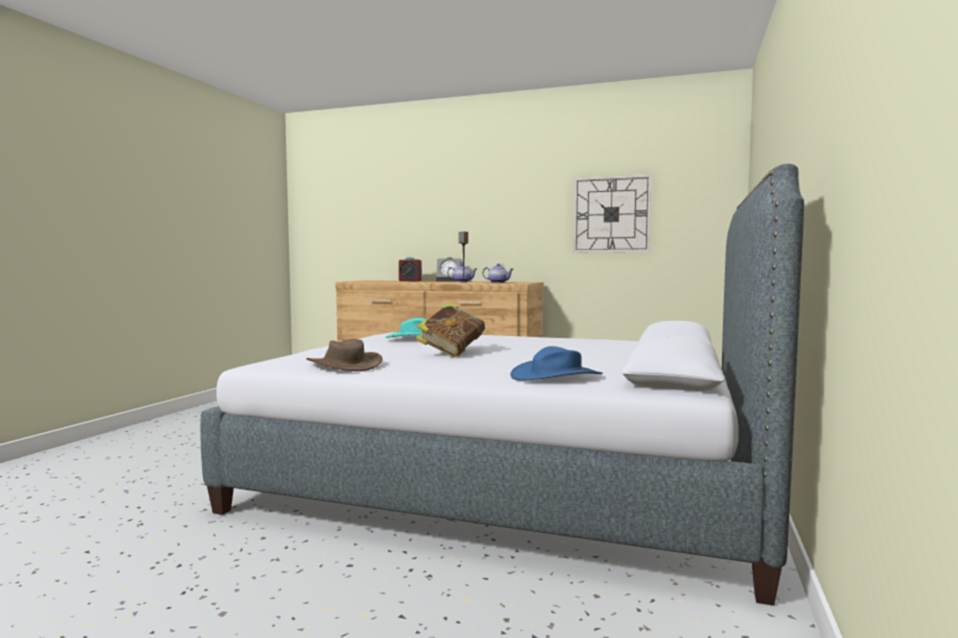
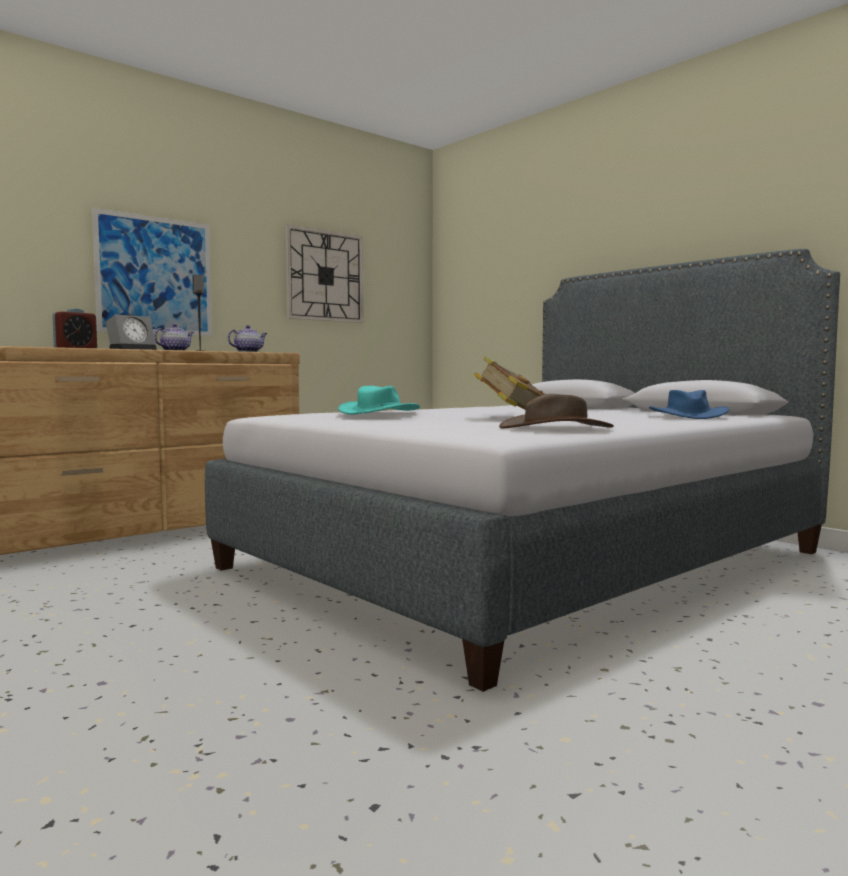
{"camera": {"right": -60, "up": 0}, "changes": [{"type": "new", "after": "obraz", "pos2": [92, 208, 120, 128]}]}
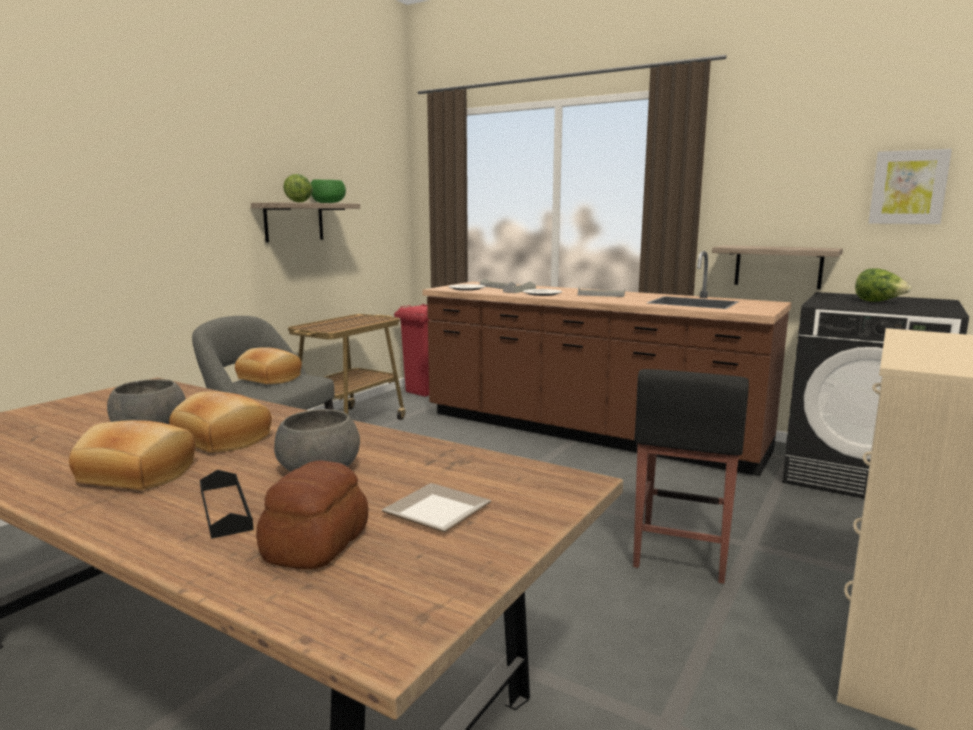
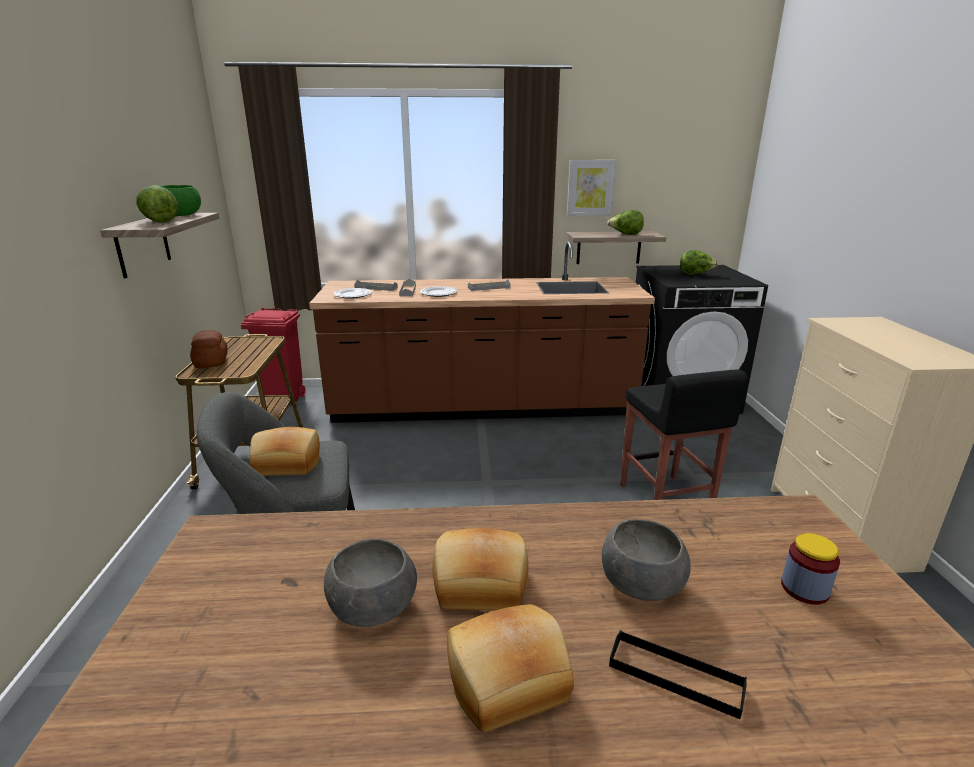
{"camera": {"right": -35, "up": 10}, "changes": [{"type": "shifted", "before": "chleb", "pos1": [256, 460, 112, 109], "pos2": [190, 330, 37, 38]}, {"type": "swapped", "before": "talerz", "after": "słoik", "pos1": [382, 483, 109, 49], "pos2": [781, 533, 59, 72]}, {"type": "shifted", "before": "obraz", "pos1": [869, 149, 83, 75], "pos2": [567, 160, 49, 56]}, {"type": "new", "after": "sałata", "pos2": [607, 210, 37, 25]}]}
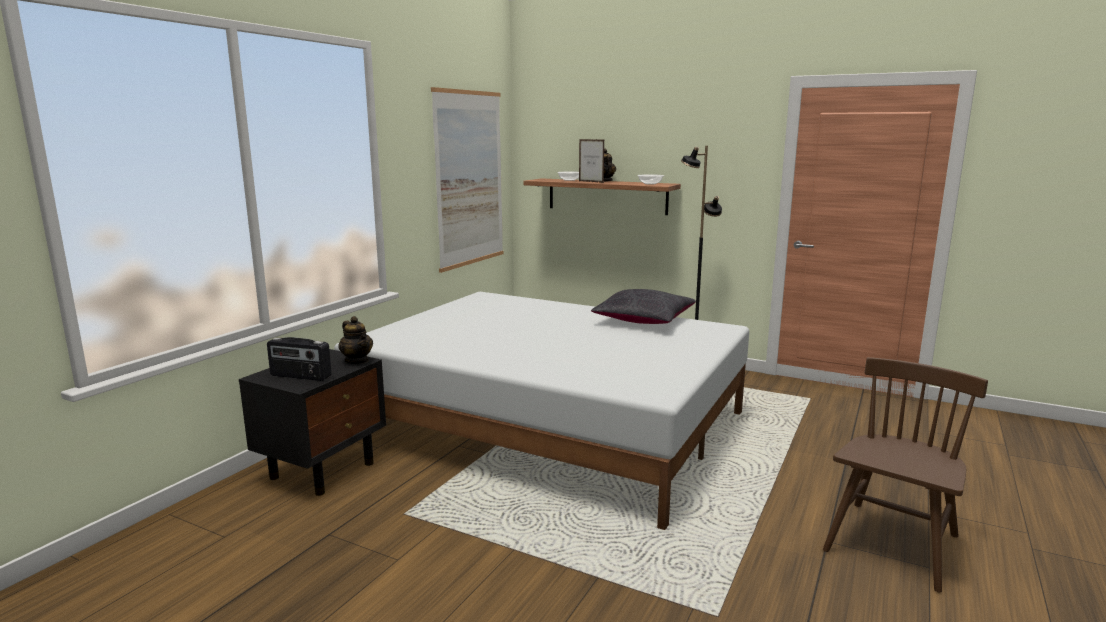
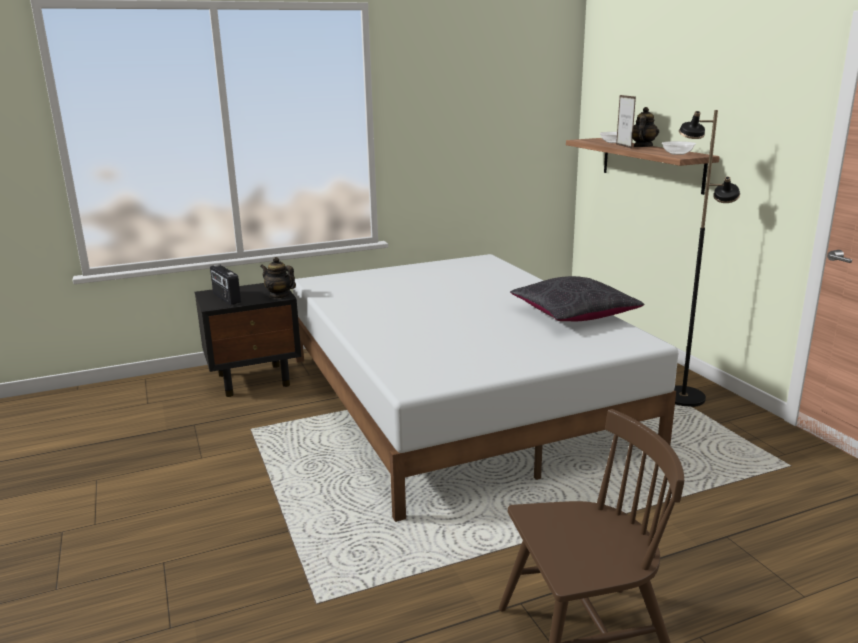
{"camera": {"right": 40, "up": 5}, "changes": [{"type": "rotated", "before": "imbryk", "pos1": [338, 316, 35, 48], "pos2": [260, 257, 36, 42], "turn": 120}, {"type": "gone", "before": "obraz", "pos1": [431, 87, 73, 186]}]}
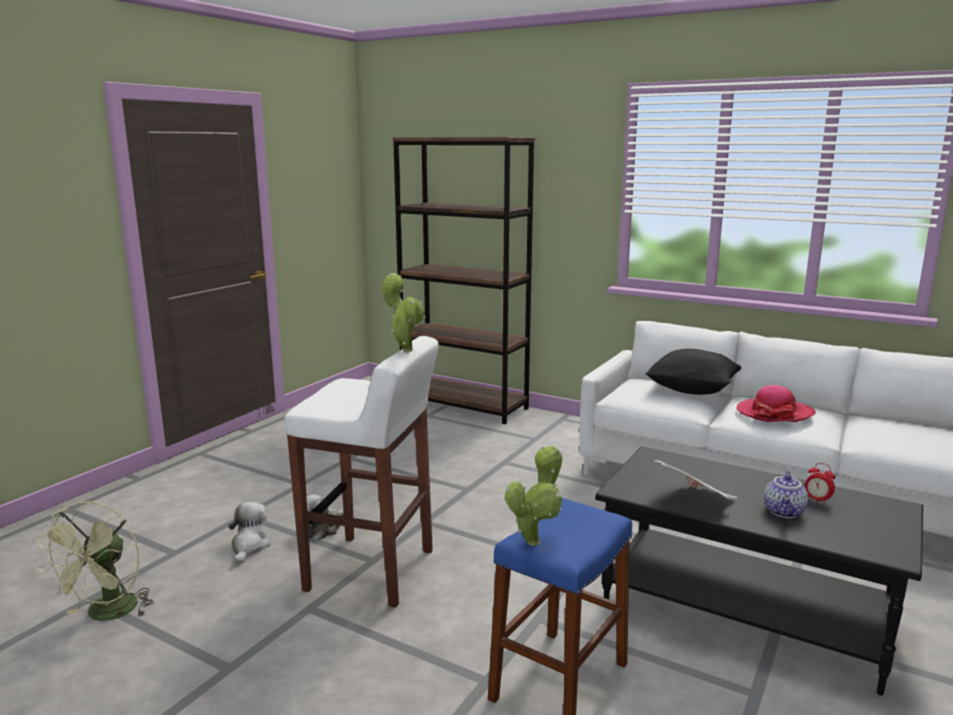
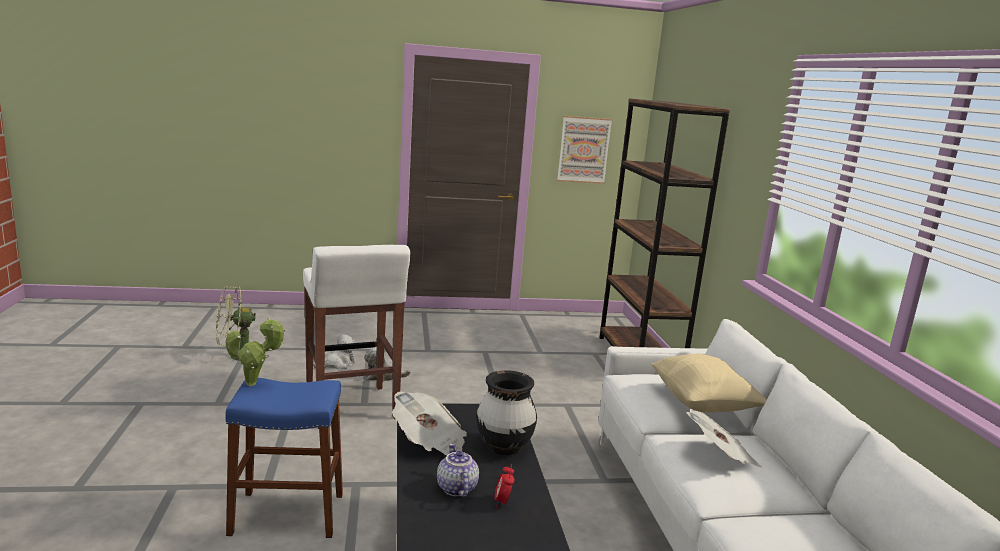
{"camera": {"right": 50, "up": 0}, "changes": [{"type": "gone", "before": "roślina doniczkowa", "pos1": [382, 273, 44, 79]}, {"type": "repainted", "before": "poduszka (czarny)", "after": "poduszka (beżowy)", "pos1": [646, 349, 95, 46], "pos2": [651, 354, 116, 59]}, {"type": "swapped", "before": "kapelusz", "after": "gazeta", "pos1": [737, 385, 79, 37], "pos2": [686, 410, 76, 57]}, {"type": "rotated", "before": "imbryk", "pos1": [764, 471, 44, 47], "pos2": [437, 443, 42, 54], "turn": 90}, {"type": "new", "after": "wazon (czarny)", "pos2": [477, 370, 60, 85]}, {"type": "new", "after": "obraz", "pos2": [557, 116, 55, 68]}]}
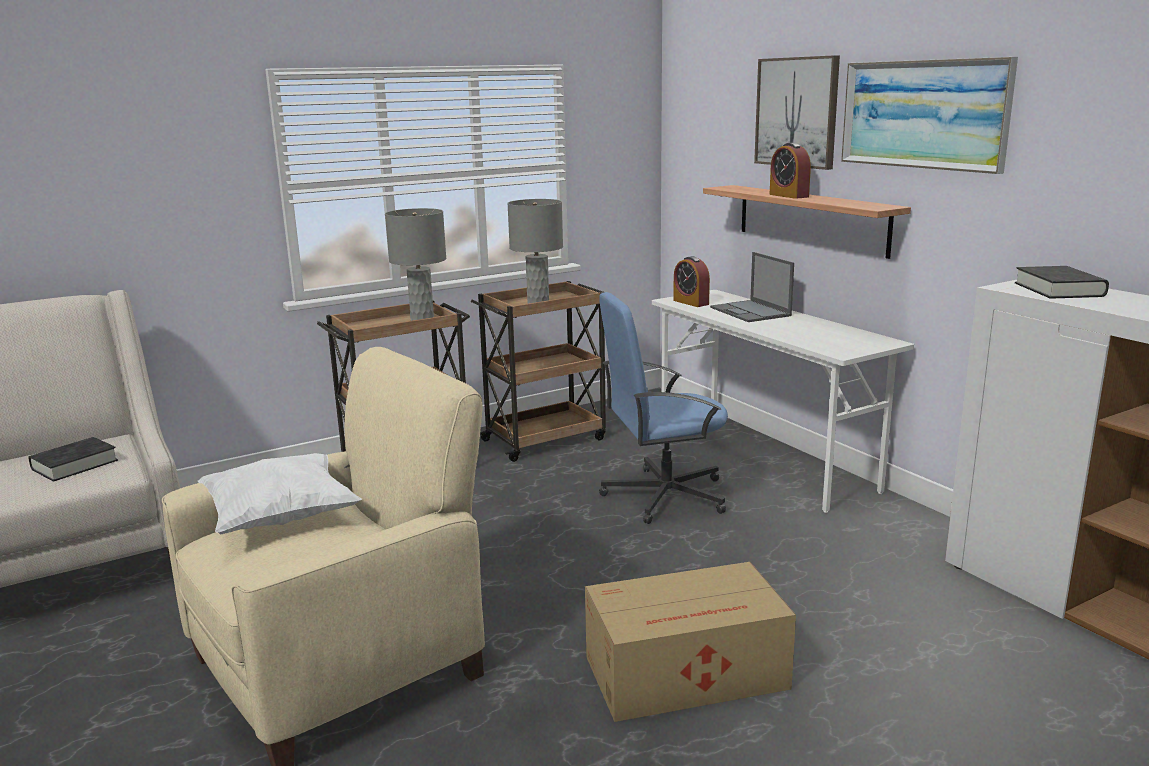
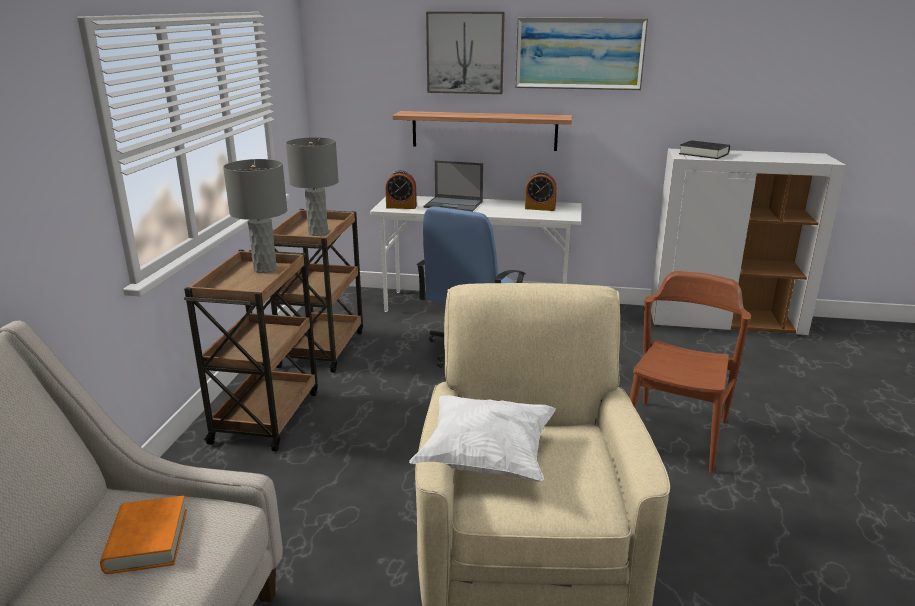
{"camera": {"right": -50, "up": 5}, "changes": [{"type": "repainted", "before": "książka (czarny)", "after": "książka (pomarańczowy)", "pos1": [28, 437, 90, 45], "pos2": [100, 496, 87, 78]}, {"type": "swapped", "before": "karton", "after": "krzesło (brązowy)", "pos1": [585, 562, 211, 160], "pos2": [630, 271, 121, 202]}, {"type": "shifted", "before": "budzik", "pos1": [770, 143, 41, 56], "pos2": [525, 172, 32, 39]}]}
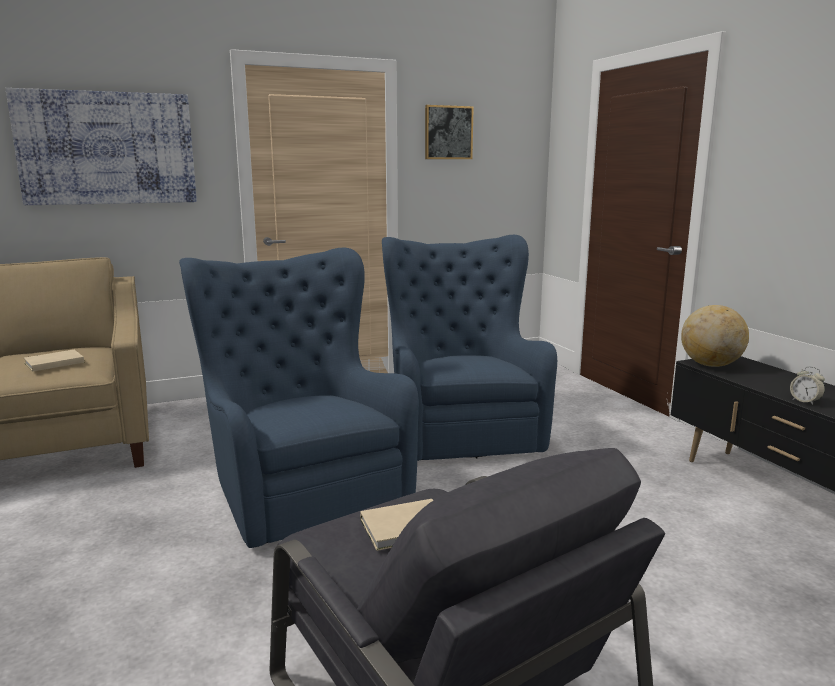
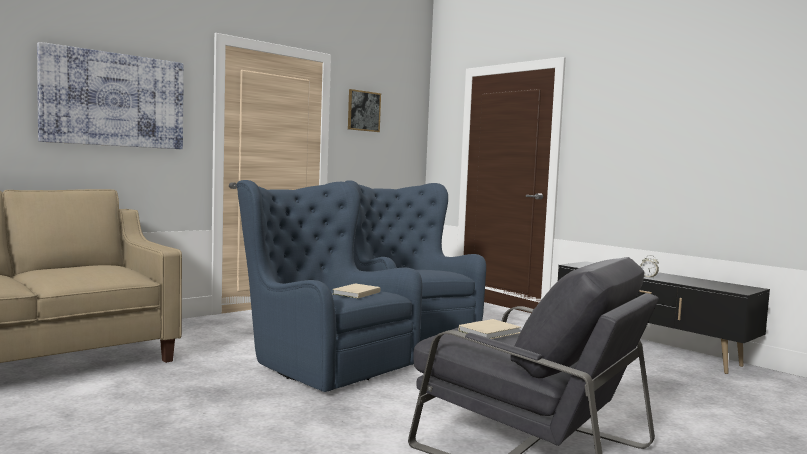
{"camera": {"right": -20, "up": -10}, "changes": [{"type": "shifted", "before": "książka (beżowy)", "pos1": [24, 350, 60, 22], "pos2": [332, 283, 48, 15]}, {"type": "gone", "before": "globus", "pos1": [681, 305, 68, 62]}]}
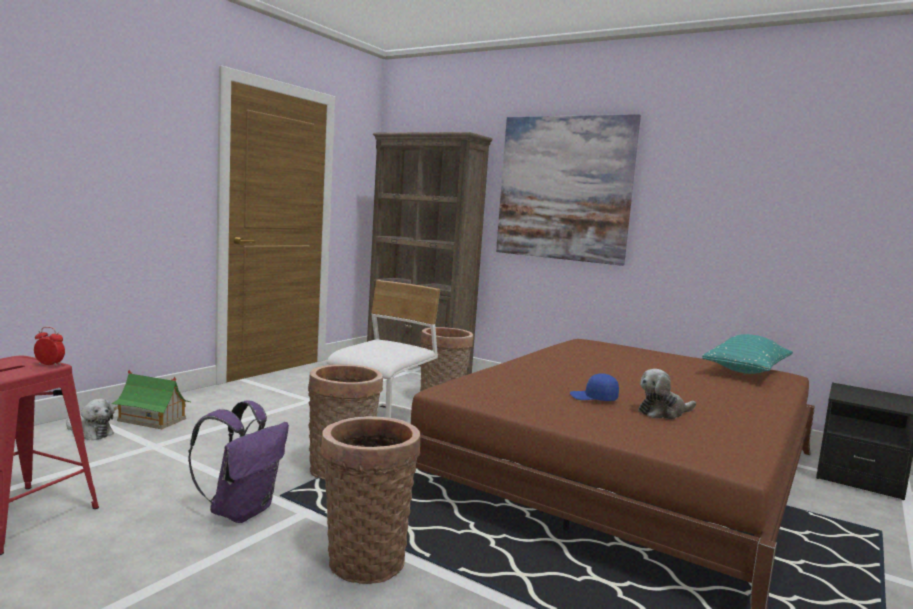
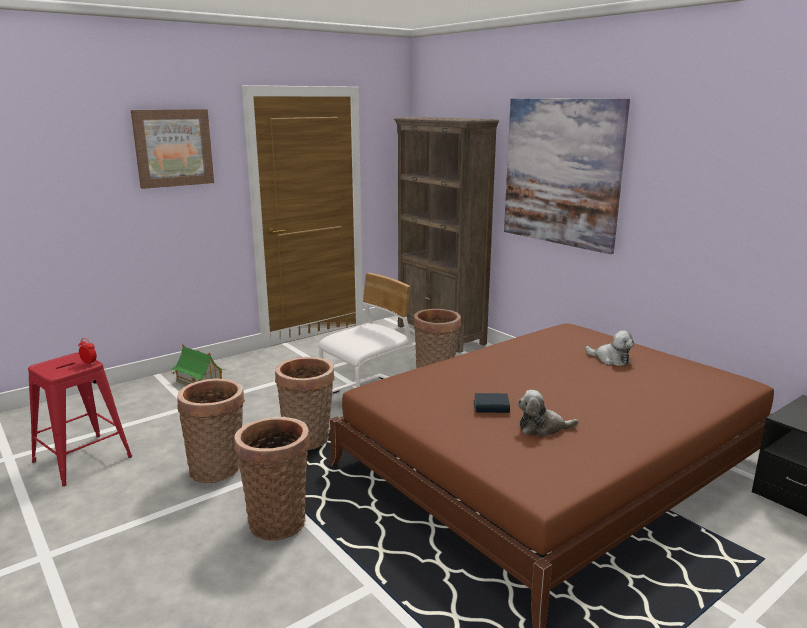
{"camera": {"right": 20, "up": 10}, "changes": [{"type": "shifted", "before": "pluszak", "pos1": [66, 398, 49, 42], "pos2": [585, 331, 49, 35]}, {"type": "swapped", "before": "plecak (fioletowy)", "after": "koszyk", "pos1": [188, 400, 101, 123], "pos2": [177, 379, 68, 104]}, {"type": "swapped", "before": "czapka z daszkiem (niebieski)", "after": "książka", "pos1": [570, 373, 49, 28], "pos2": [474, 393, 36, 20]}, {"type": "gone", "before": "poduszka (turkusowy)", "pos1": [702, 334, 91, 40]}, {"type": "new", "after": "obraz", "pos2": [131, 109, 83, 80]}]}
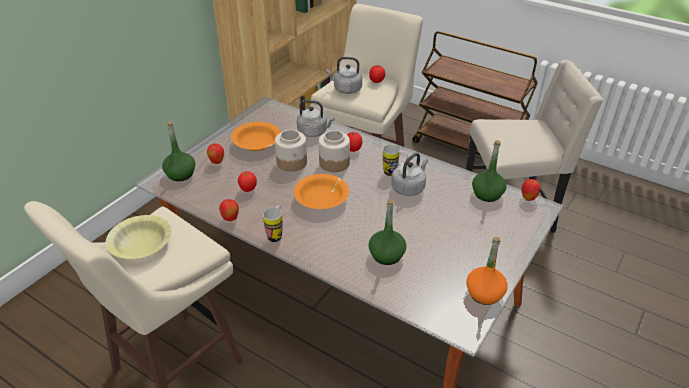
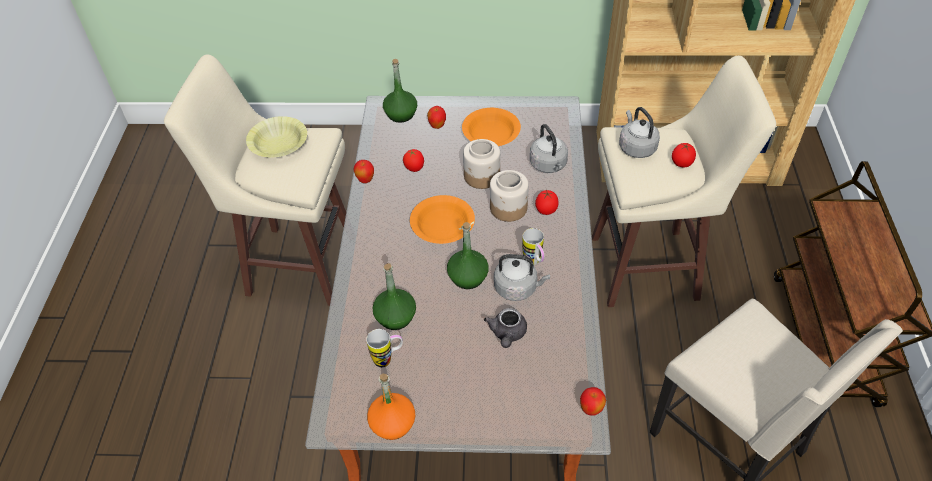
{"camera": {"right": 60, "up": 10}, "changes": [{"type": "shifted", "before": "kubek", "pos1": [263, 206, 20, 36], "pos2": [366, 329, 37, 39]}, {"type": "shifted", "before": "butelka (zielony)", "pos1": [472, 140, 35, 62], "pos2": [447, 222, 42, 67]}, {"type": "new", "after": "imbryk (szary)", "pos2": [484, 308, 43, 40]}]}
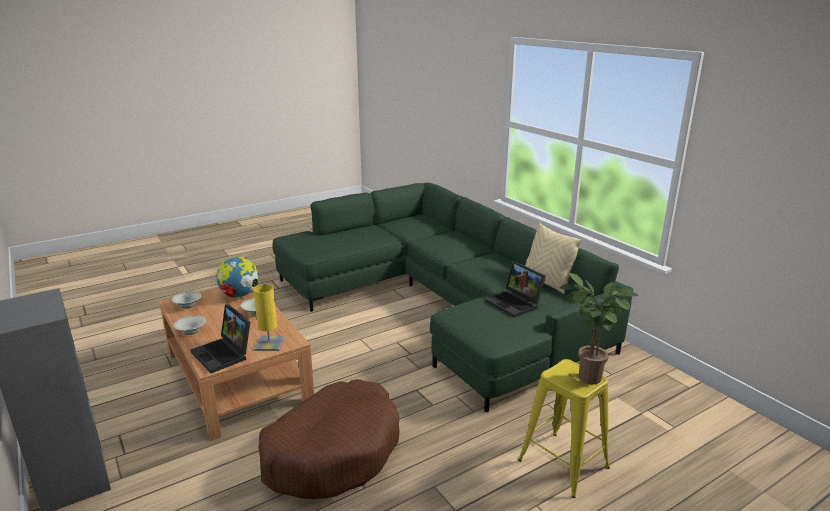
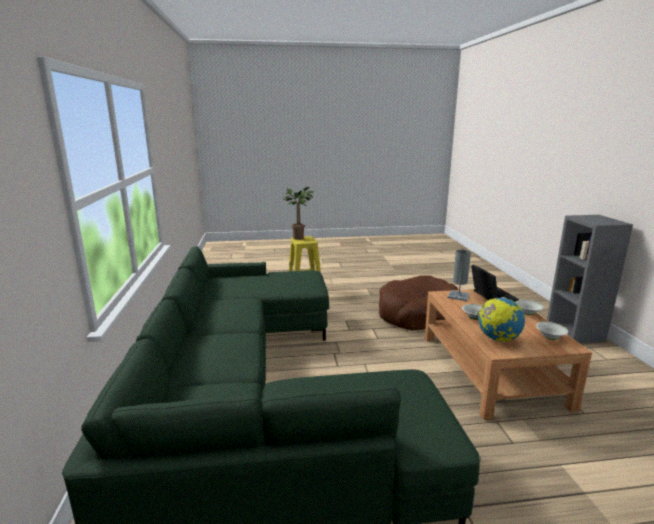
{"camera": {"right": -155, "up": -5}, "changes": [{"type": "repainted", "before": "lampa stołowa (żółty)", "after": "lampa stołowa (szary)", "pos1": [253, 284, 32, 67], "pos2": [448, 250, 23, 51]}, {"type": "gone", "before": "laptop", "pos1": [485, 261, 61, 57]}, {"type": "gone", "before": "poduszka (beżowy)", "pos1": [525, 222, 58, 72]}]}
